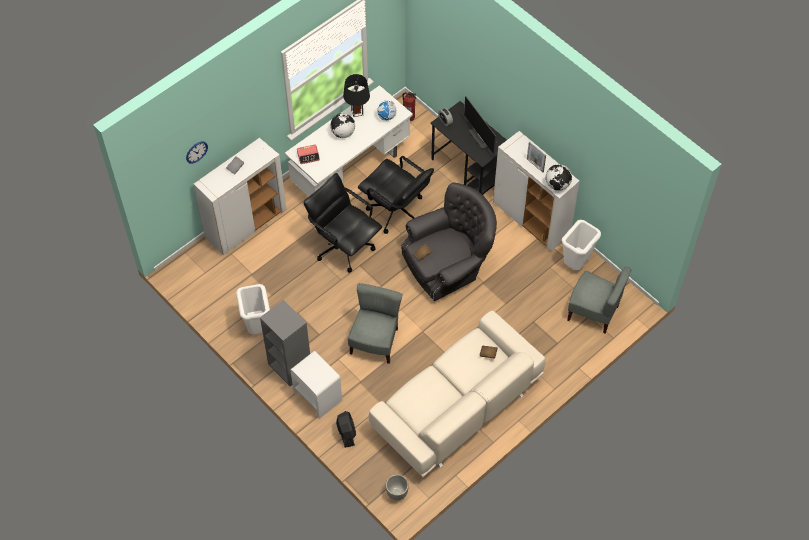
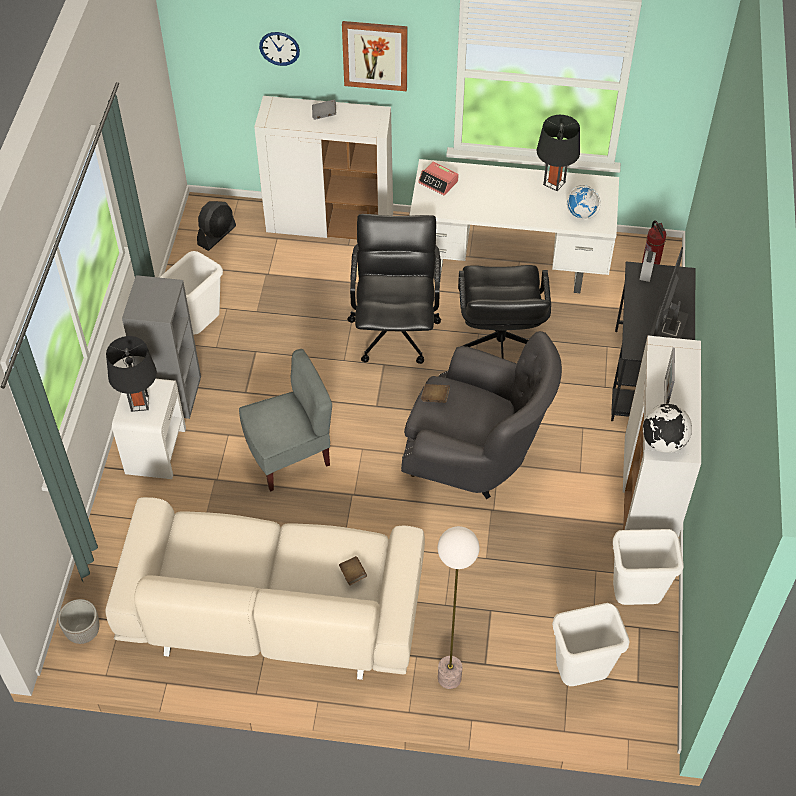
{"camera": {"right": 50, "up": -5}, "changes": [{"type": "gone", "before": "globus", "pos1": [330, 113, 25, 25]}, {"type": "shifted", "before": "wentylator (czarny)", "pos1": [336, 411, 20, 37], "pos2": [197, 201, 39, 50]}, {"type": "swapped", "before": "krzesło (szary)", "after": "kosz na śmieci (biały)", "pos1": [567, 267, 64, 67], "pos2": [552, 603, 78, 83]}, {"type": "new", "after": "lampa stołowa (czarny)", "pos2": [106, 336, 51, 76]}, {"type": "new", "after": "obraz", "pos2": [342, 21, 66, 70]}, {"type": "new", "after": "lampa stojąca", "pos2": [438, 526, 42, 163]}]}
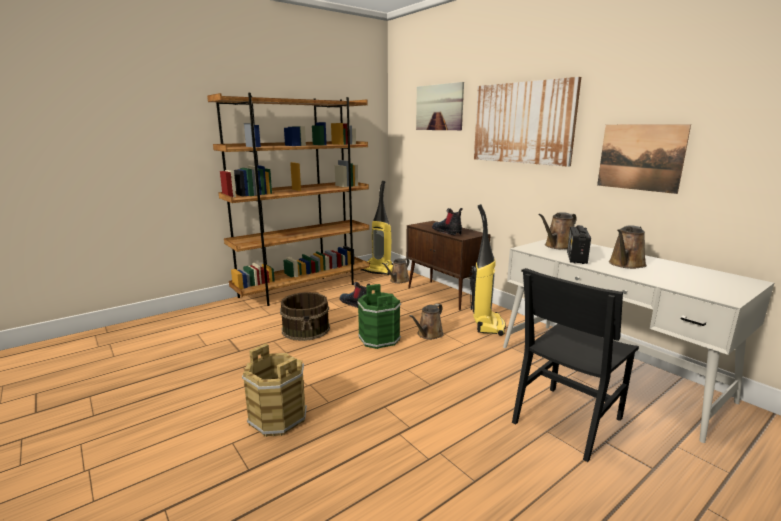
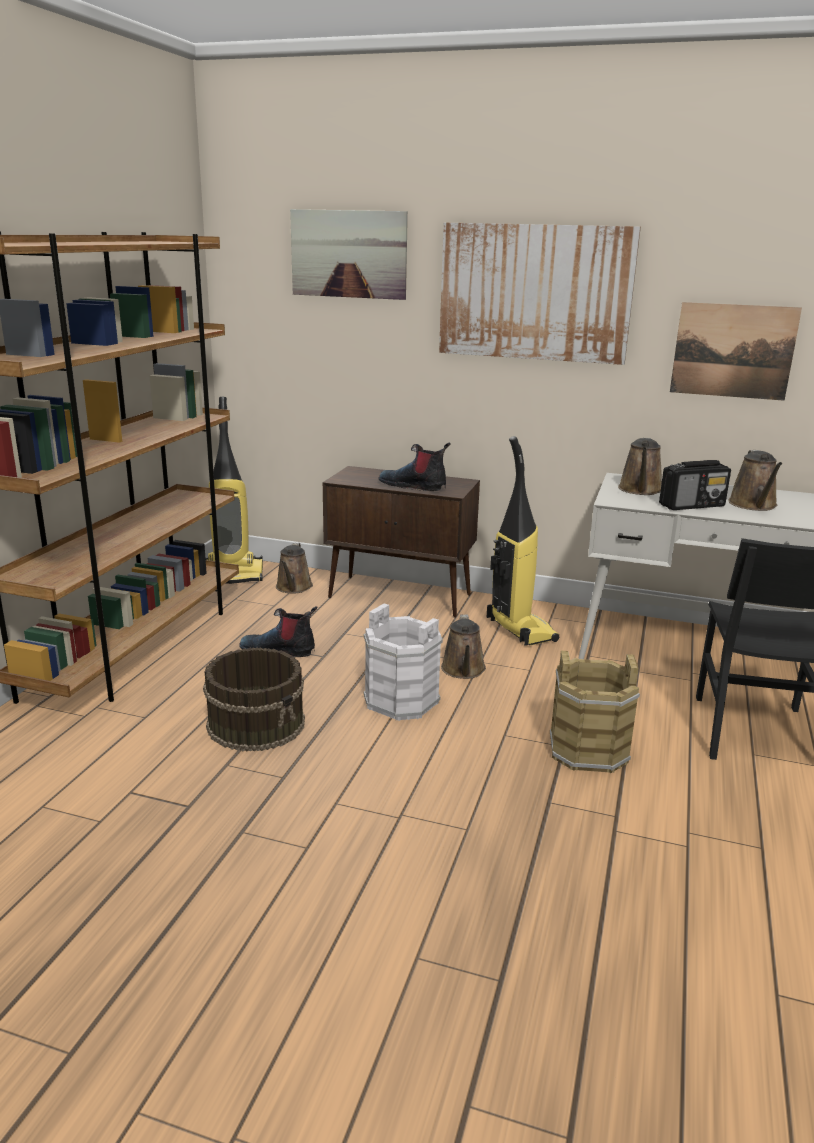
{"camera": {"right": -35, "up": 5}, "changes": [{"type": "shifted", "before": "wiadro (brązowy)", "pos1": [242, 343, 65, 94], "pos2": [550, 651, 90, 122]}, {"type": "repainted", "before": "wiadro (zielony)", "after": "wiadro (biały)", "pos1": [357, 284, 44, 65], "pos2": [363, 603, 80, 118]}, {"type": "rotated", "before": "radio", "pos1": [567, 225, 24, 39], "pos2": [659, 460, 72, 50], "turn": -90}]}
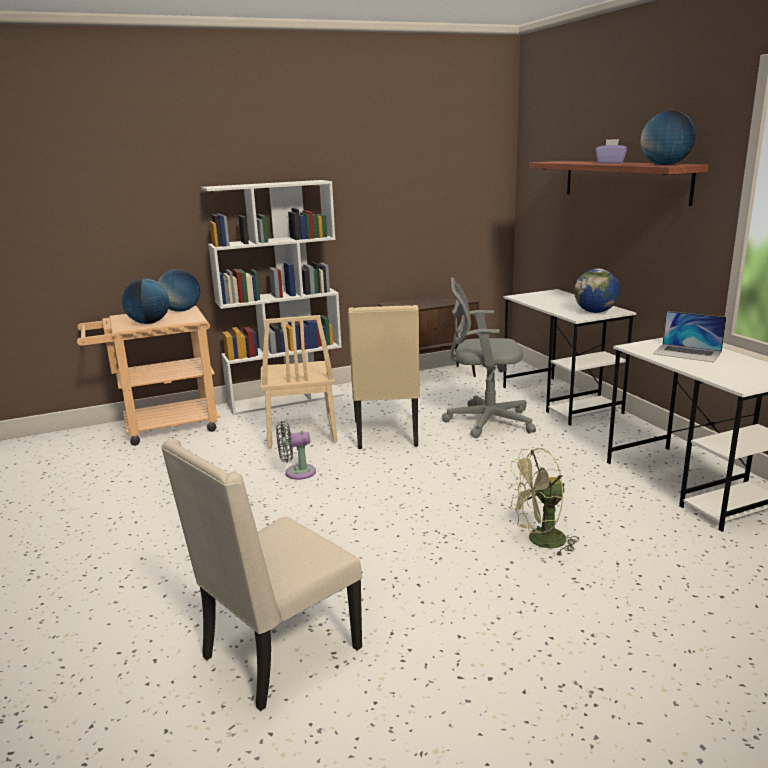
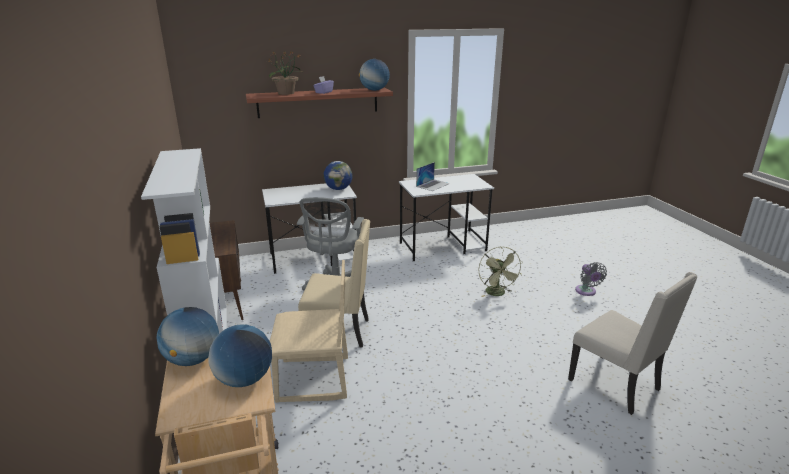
{"camera": {"right": -85, "up": 5}, "changes": [{"type": "shifted", "before": "wentylator (szary)", "pos1": [276, 421, 40, 59], "pos2": [575, 262, 32, 34]}, {"type": "new", "after": "roślina doniczkowa", "pos2": [268, 52, 36, 43]}]}
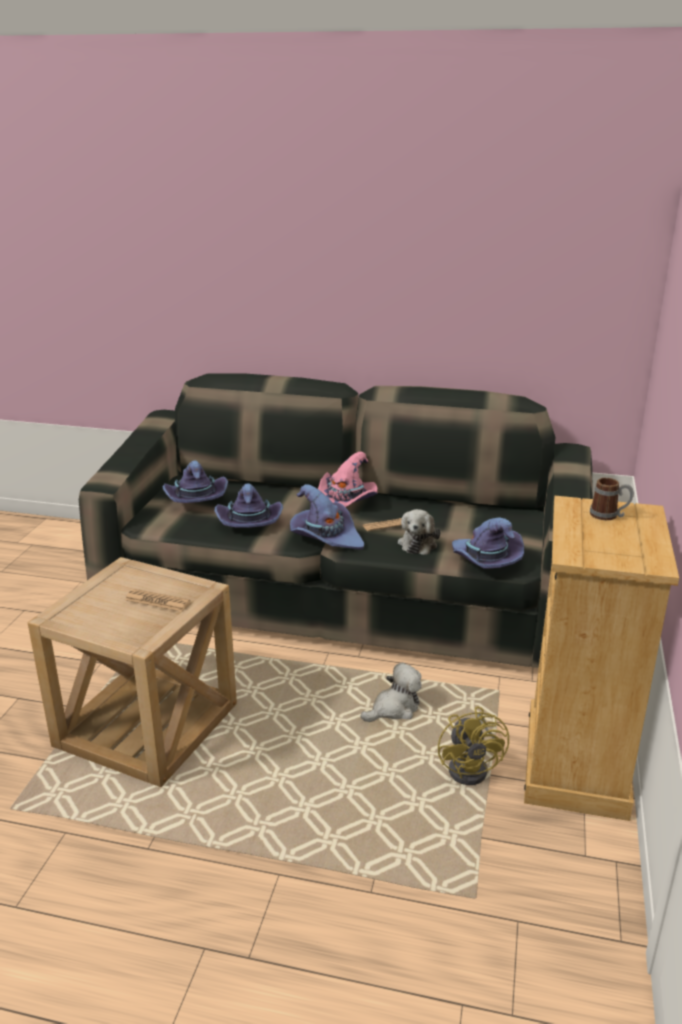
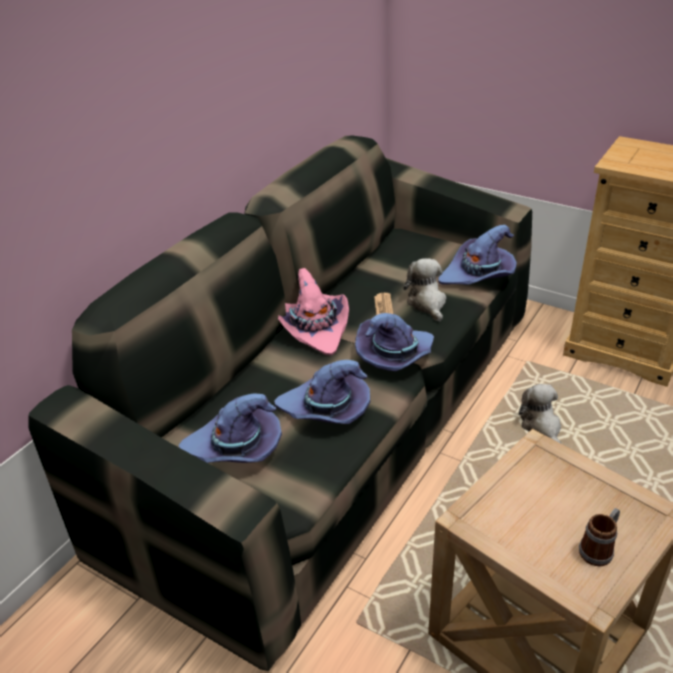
{"camera": {"right": -70, "up": 10}, "changes": [{"type": "gone", "before": "gazeta", "pos1": [125, 589, 65, 23]}, {"type": "rotated", "before": "pluszak", "pos1": [398, 509, 43, 46], "pos2": [403, 258, 43, 64], "turn": -135}, {"type": "gone", "before": "wentylator (żółty)", "pos1": [438, 706, 71, 79]}, {"type": "shifted", "before": "kubek", "pos1": [590, 478, 44, 42], "pos2": [579, 508, 41, 58]}]}
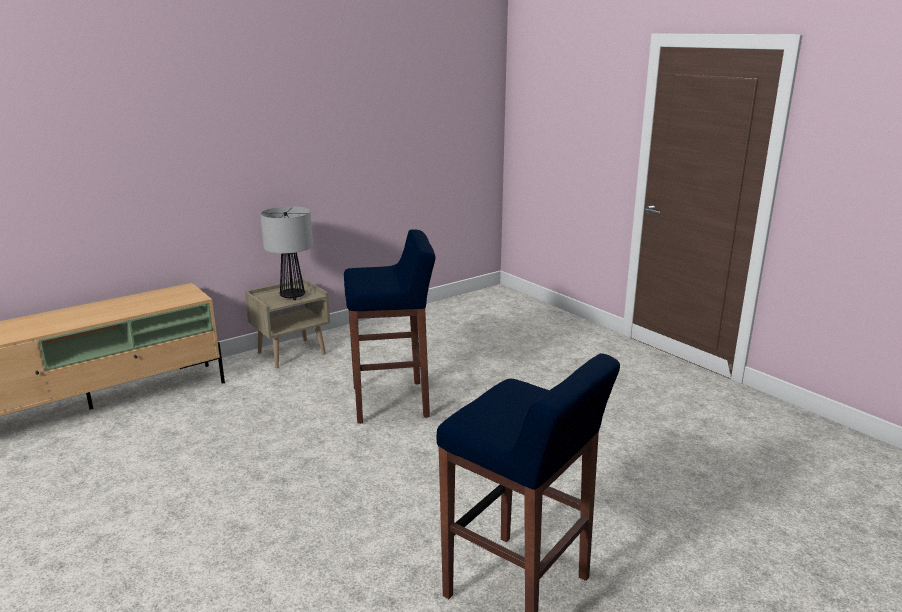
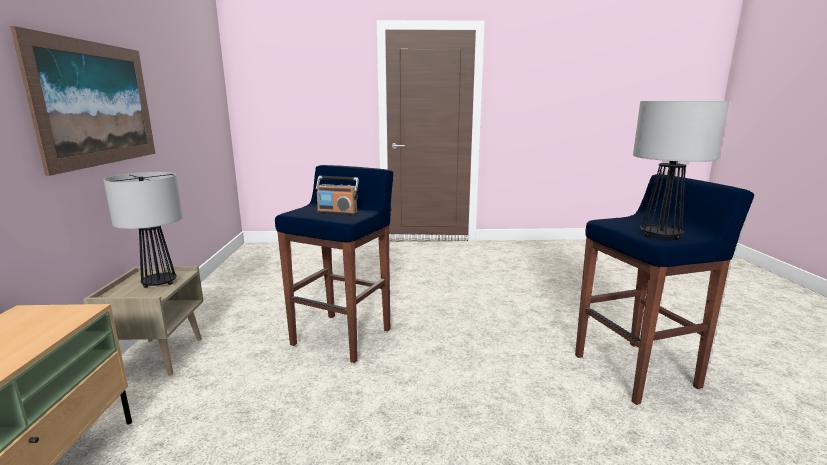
{"camera": {"right": -55, "up": -5}, "changes": [{"type": "new", "after": "obraz", "pos2": [10, 26, 146, 150]}, {"type": "new", "after": "radio", "pos2": [316, 176, 43, 39]}, {"type": "new", "after": "lampa stołowa", "pos2": [633, 101, 96, 139]}]}
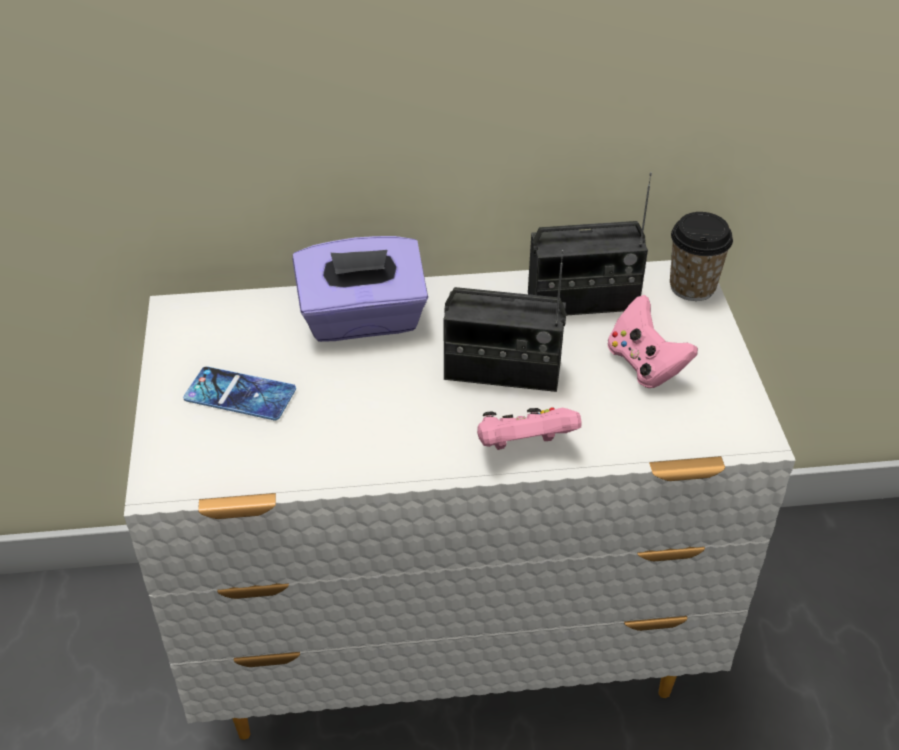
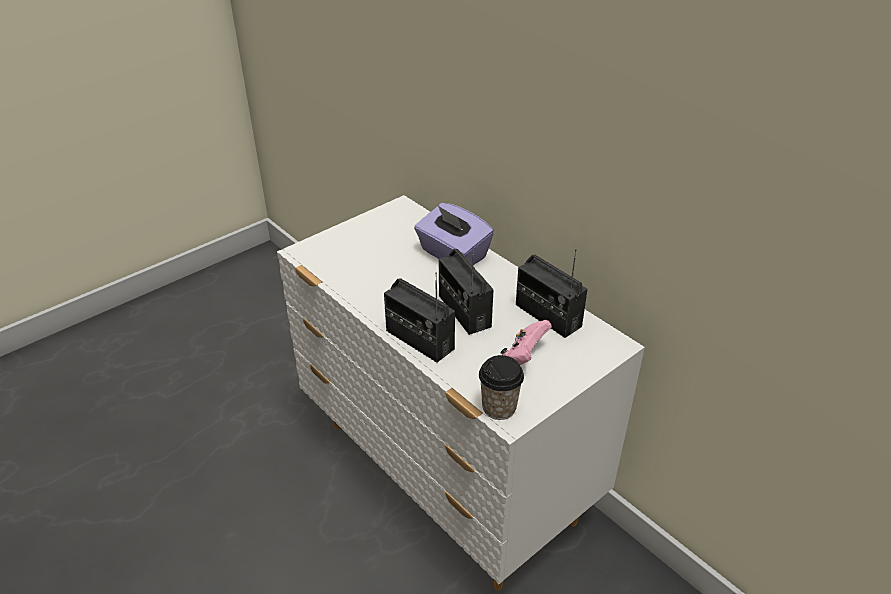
{"camera": {"right": 55, "up": -5}, "changes": [{"type": "gone", "before": "telefon", "pos1": [183, 366, 113, 54]}, {"type": "swapped", "before": "pad do gier (różowy)", "after": "radio", "pos1": [477, 407, 105, 43], "pos2": [384, 272, 71, 90]}, {"type": "shifted", "before": "filiżanka", "pos1": [670, 212, 63, 89], "pos2": [479, 355, 45, 65]}]}
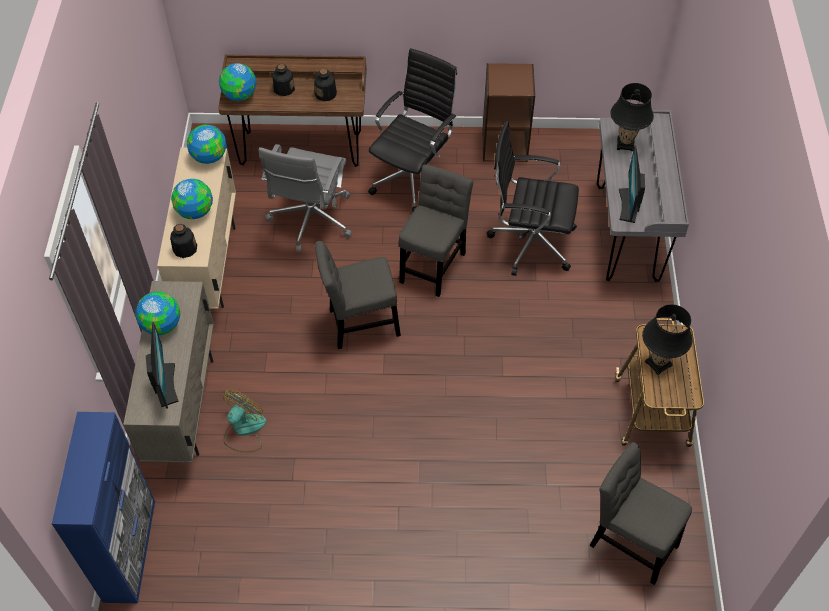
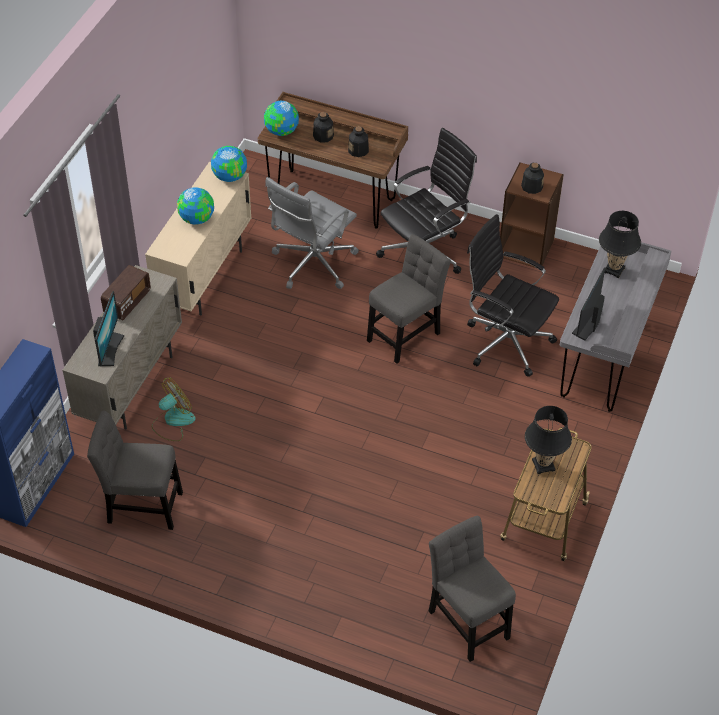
{"camera": {"right": 20, "up": -5}, "changes": [{"type": "swapped", "before": "globus", "after": "radio", "pos1": [135, 291, 45, 44], "pos2": [101, 265, 50, 55]}, {"type": "shifted", "before": "butelka", "pos1": [170, 224, 27, 34], "pos2": [521, 163, 23, 31]}, {"type": "shifted", "before": "krzesło (szary)", "pos1": [315, 241, 86, 108], "pos2": [87, 411, 96, 119]}]}
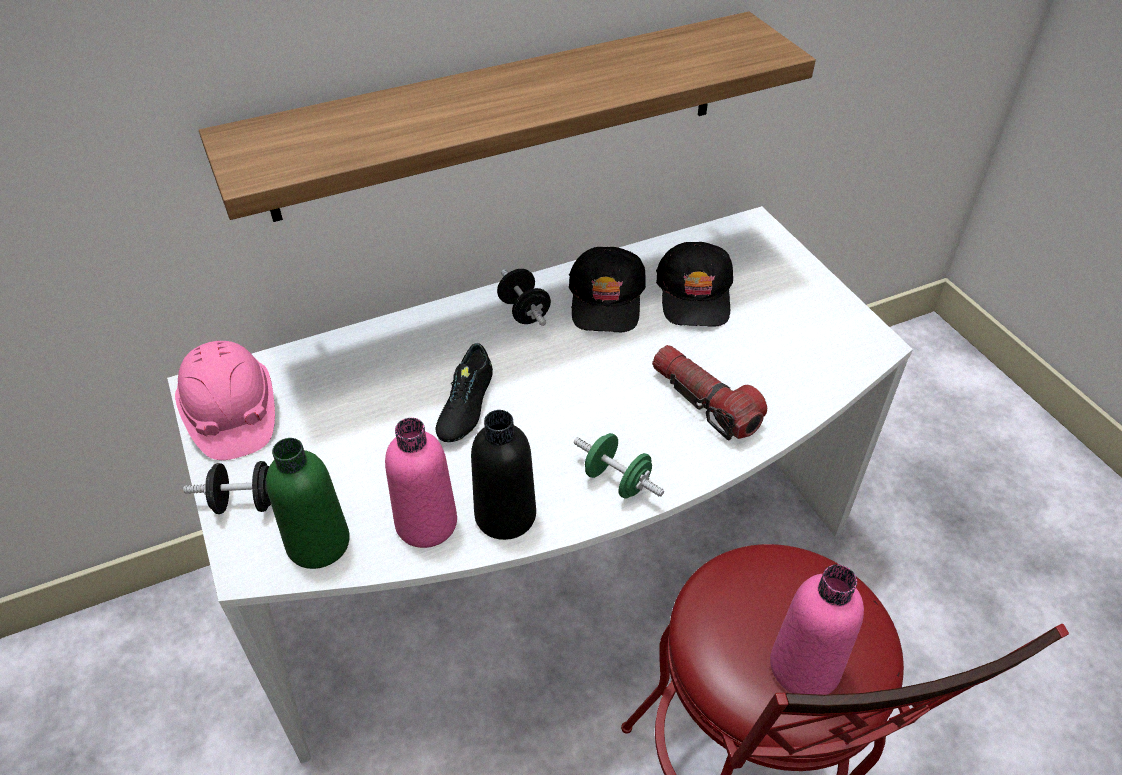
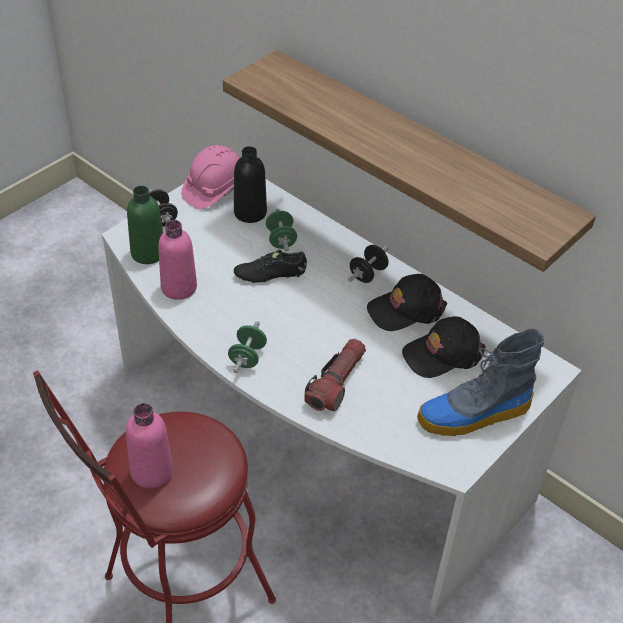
{"camera": {"right": 65, "up": 0}, "changes": [{"type": "shifted", "before": "butelka (czarny)", "pos1": [471, 410, 65, 130], "pos2": [234, 146, 33, 77]}, {"type": "new", "after": "hantel (zielony)", "pos2": [266, 209, 31, 43]}, {"type": "new", "after": "but z cholewką", "pos2": [417, 329, 127, 107]}]}
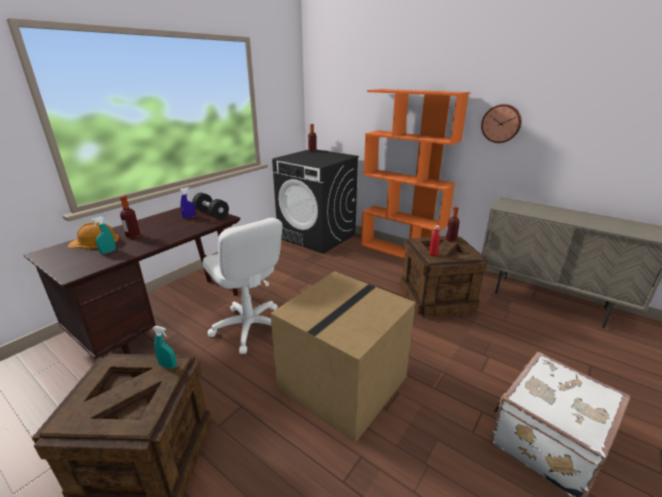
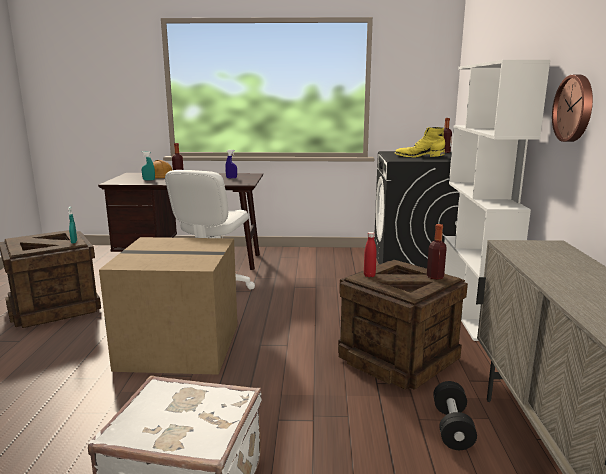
{"camera": {"right": 55, "up": -10}, "changes": [{"type": "shifted", "before": "hantel (czarny)", "pos1": [192, 193, 37, 26], "pos2": [433, 381, 44, 69]}, {"type": "repainted", "before": "regał (pomarańczowy)", "after": "regał (biały)", "pos1": [361, 89, 108, 170], "pos2": [444, 60, 106, 281]}, {"type": "new", "after": "but z cholewką (żółty)", "pos2": [395, 127, 50, 30]}]}
